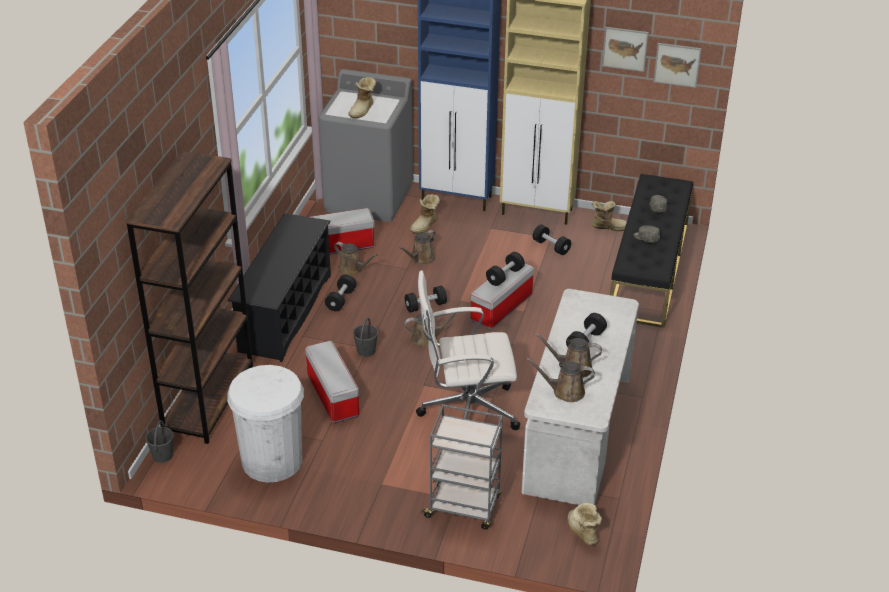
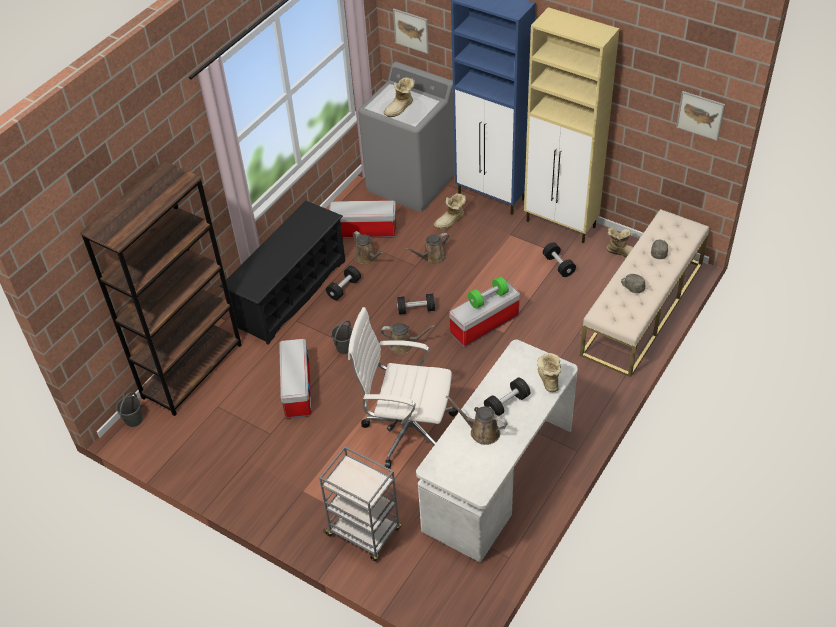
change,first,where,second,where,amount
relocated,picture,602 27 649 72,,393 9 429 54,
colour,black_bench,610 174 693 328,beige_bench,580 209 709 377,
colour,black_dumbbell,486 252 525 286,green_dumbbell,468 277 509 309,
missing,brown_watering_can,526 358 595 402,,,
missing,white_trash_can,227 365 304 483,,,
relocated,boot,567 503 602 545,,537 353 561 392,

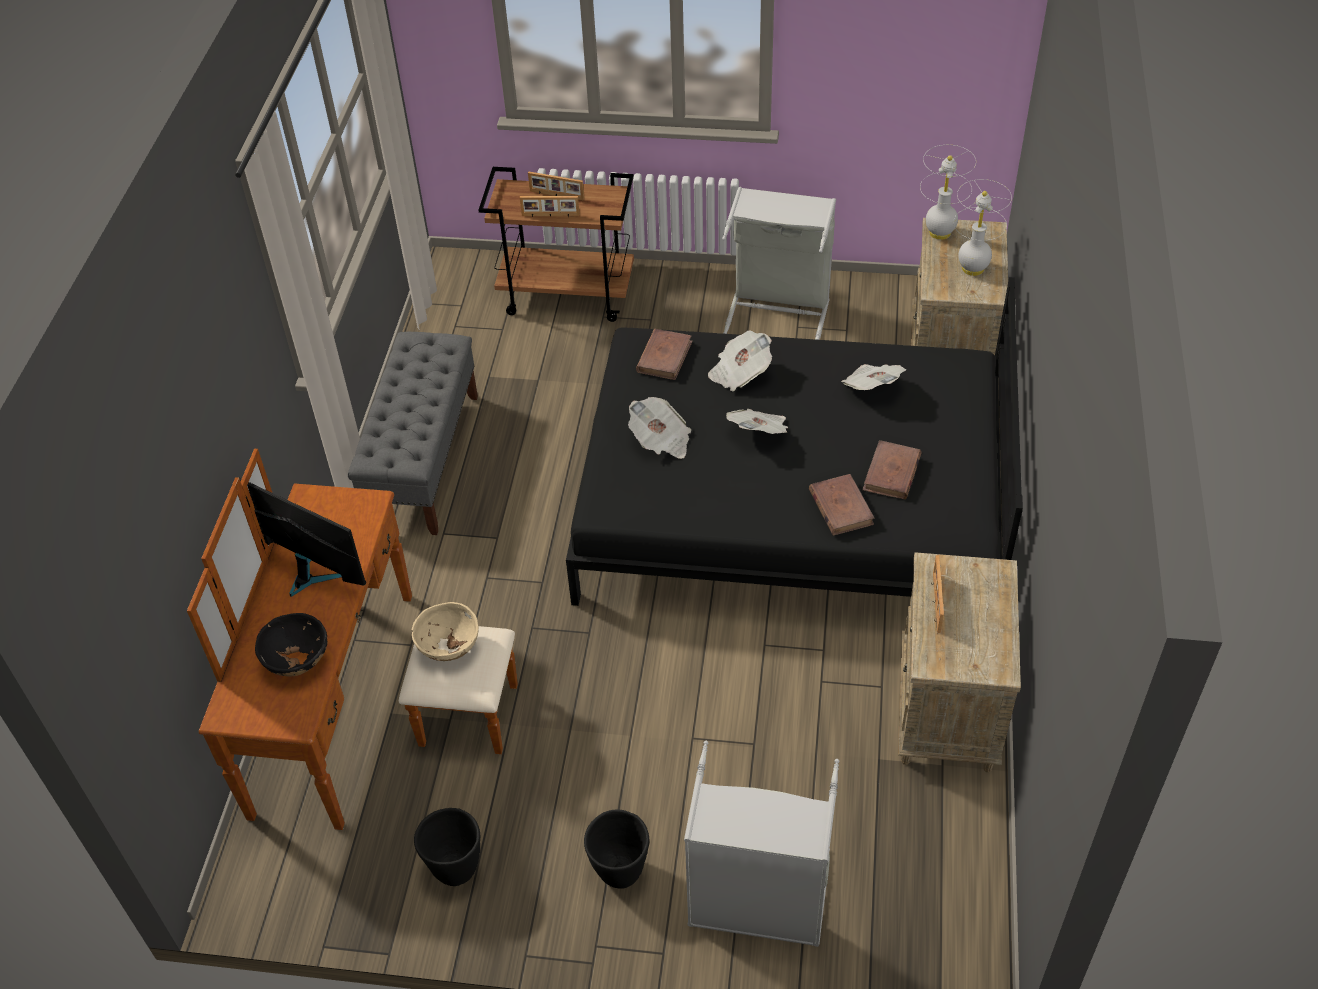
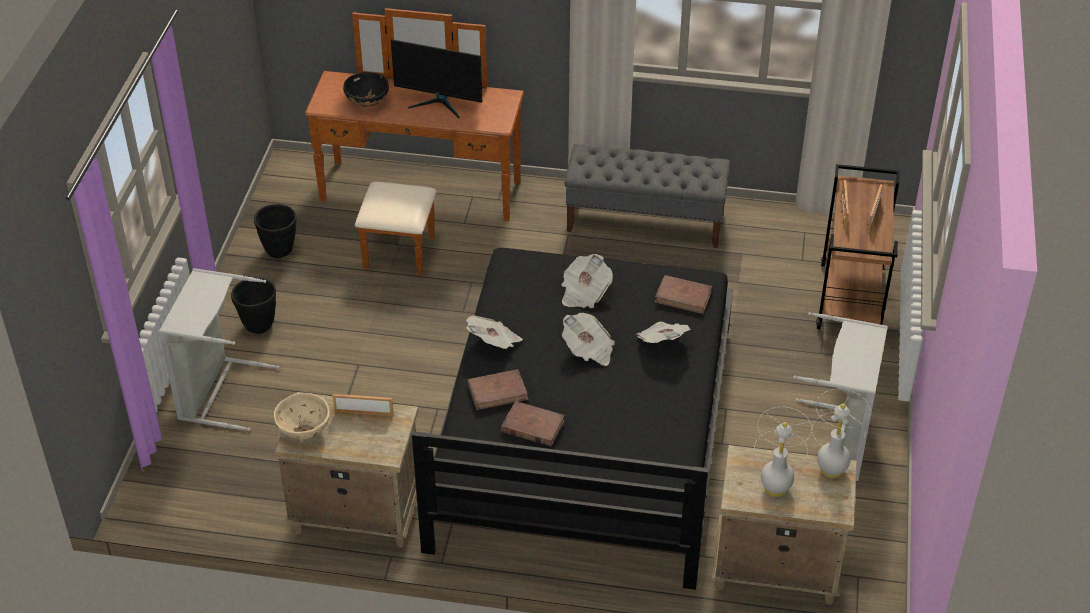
change,first,where,second,where,amount
relocated,newspaper,841 364 906 390,,466 315 523 349,
spun,monitor,238 477 366 597,,391 39 482 118,75 degrees clockwise
relocated,beige_bowl,411 602 479 661,,274 393 330 439,

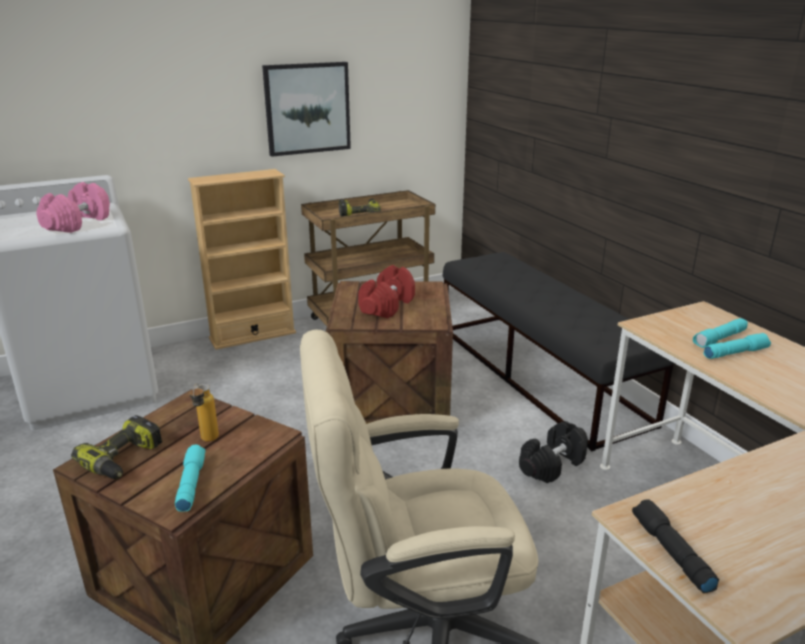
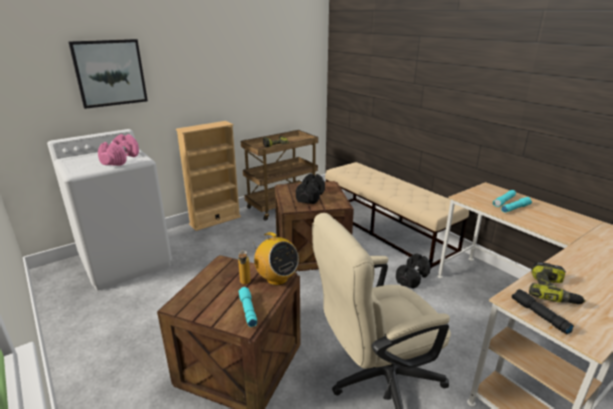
change,first,where,second,where,amount
relocated,picture,262 62 351 157,,68 39 148 109,
colour,black_bench,443 252 674 451,beige_bench,325 162 469 268,
colour,red_dumbbell,358 265 415 318,black_dumbbell,296 173 325 204,
relocated,power_drill,71 415 162 479,,529 262 586 304,
appeared,,,radio,253 232 299 286,

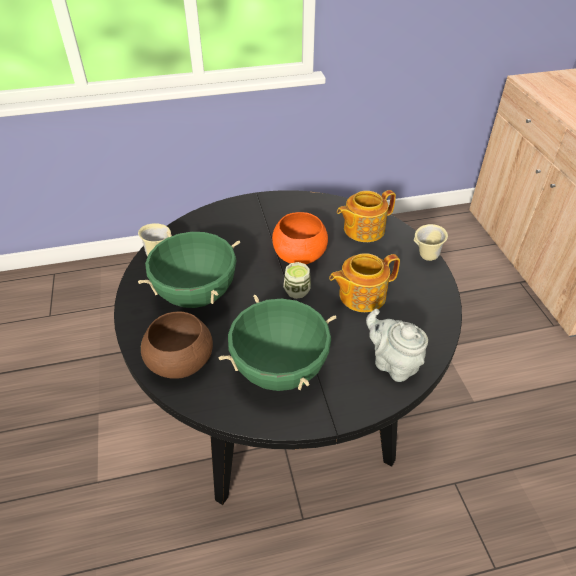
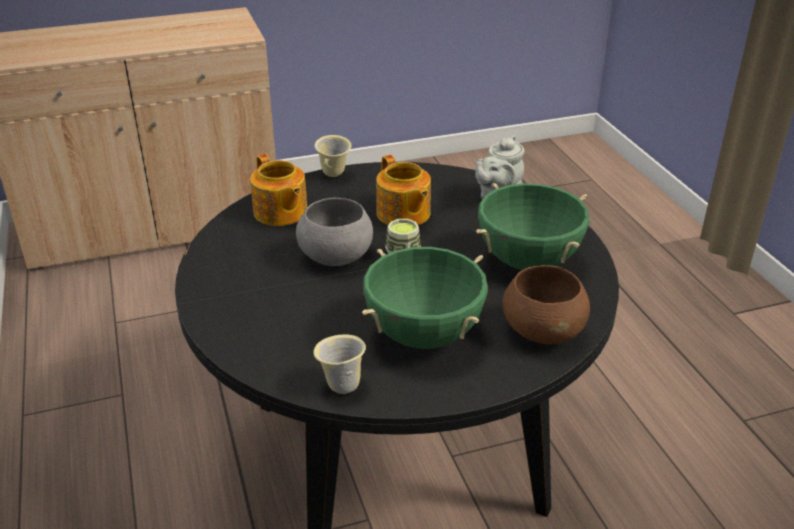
change,first,where,second,where,amount
colour,orange_bowl,272 212 328 264,grey_bowl,296 198 373 266,

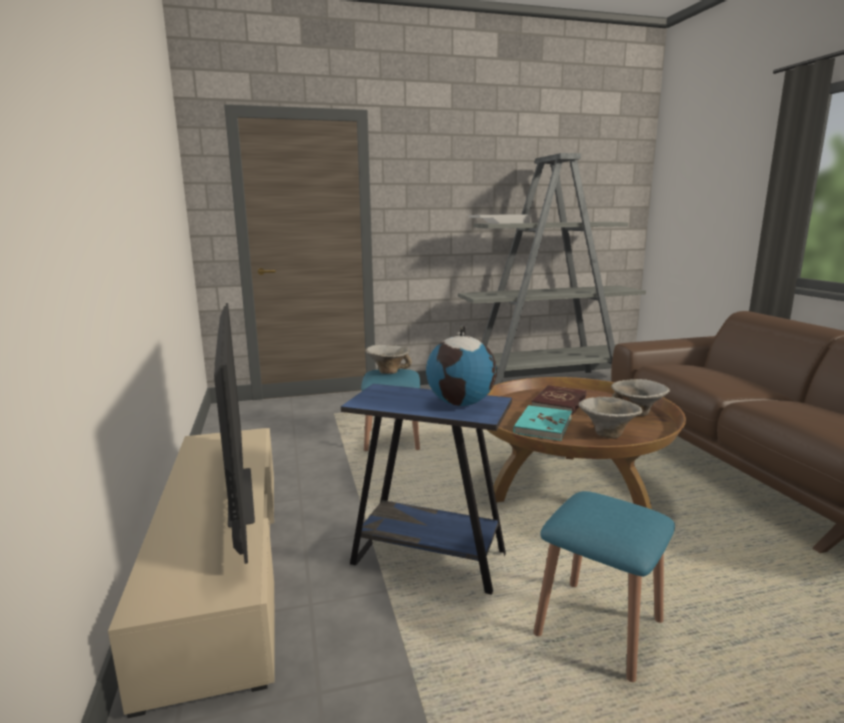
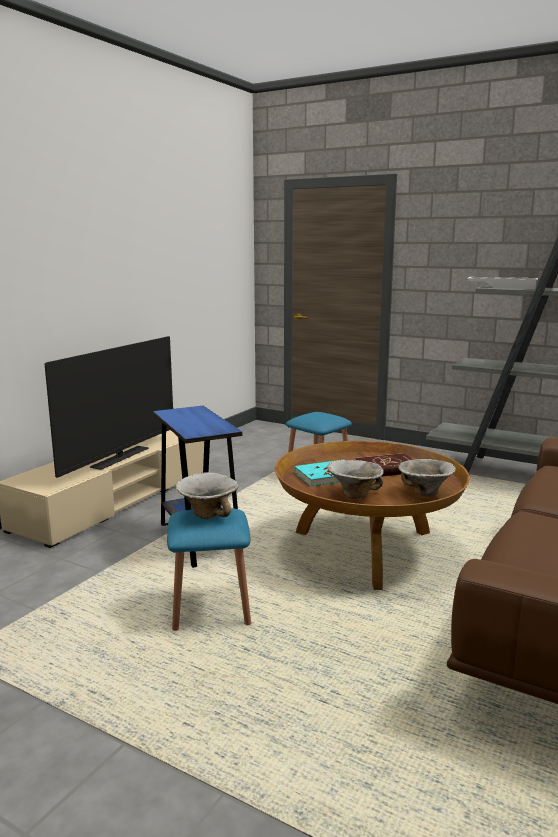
change,first,where,second,where,amount
missing,globe,426 326 497 406,,,
relocated,bowl,365 345 412 374,,175 472 239 519,

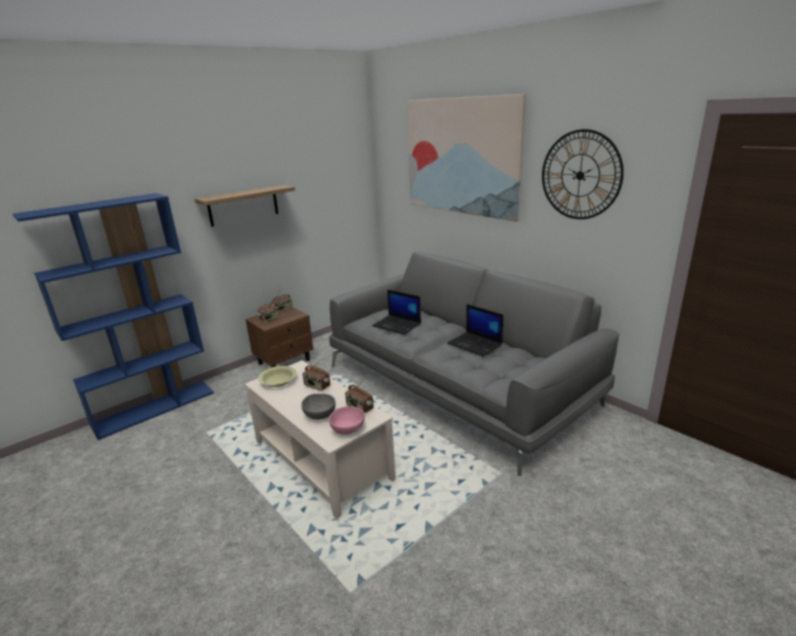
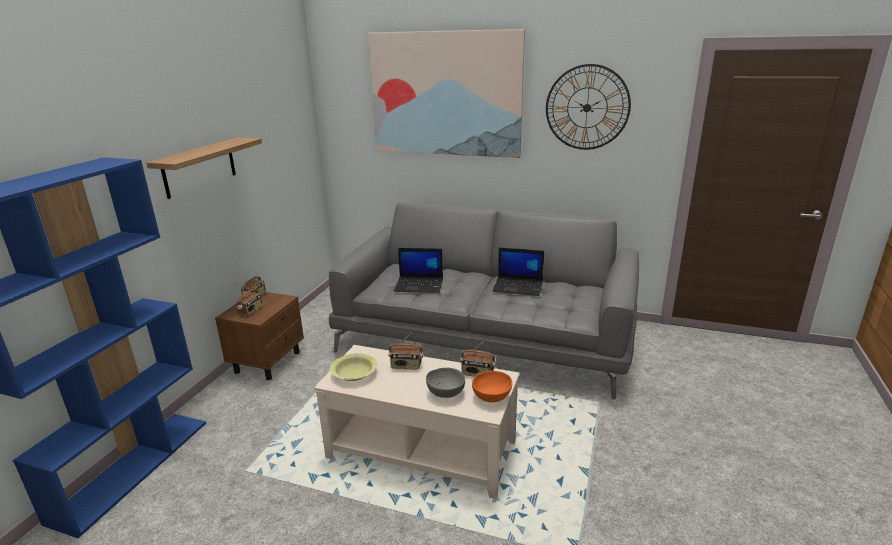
change,first,where,second,where,amount
colour,pink_bowl,329 406 365 435,orange_bowl,472 371 512 402,

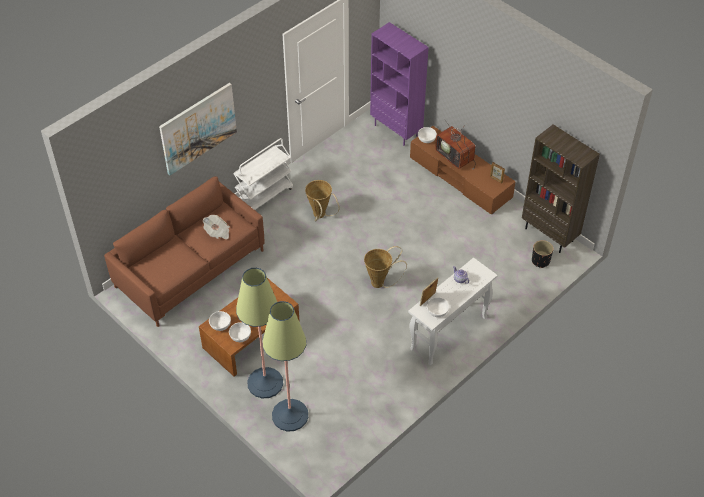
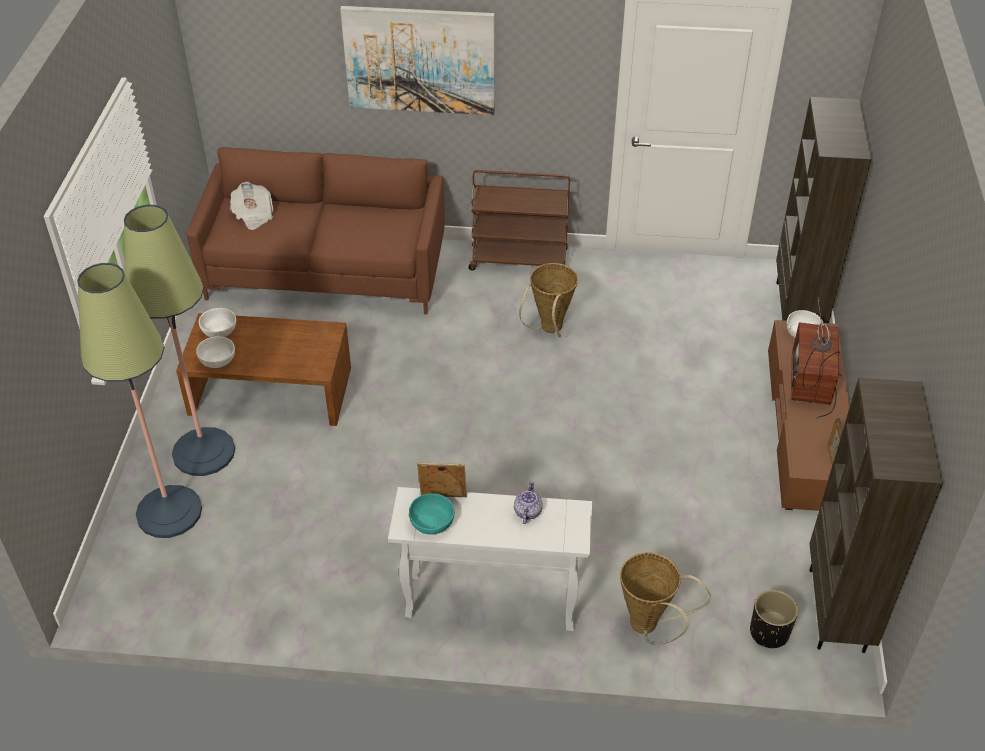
change,first,where,second,where,amount
colour,purple_bookcase,370 22 429 146,brown_bookcase,776 97 872 323,
colour,white_cart,233 138 293 210,brown_cart,468 170 570 270,
relocated,newspaper,203 215 230 239,,230 182 273 230,
relocated,basket,364 246 407 288,,620 552 711 645,
colour,white_bowl,427 297 449 317,turquoise_bowl,409 493 455 535,

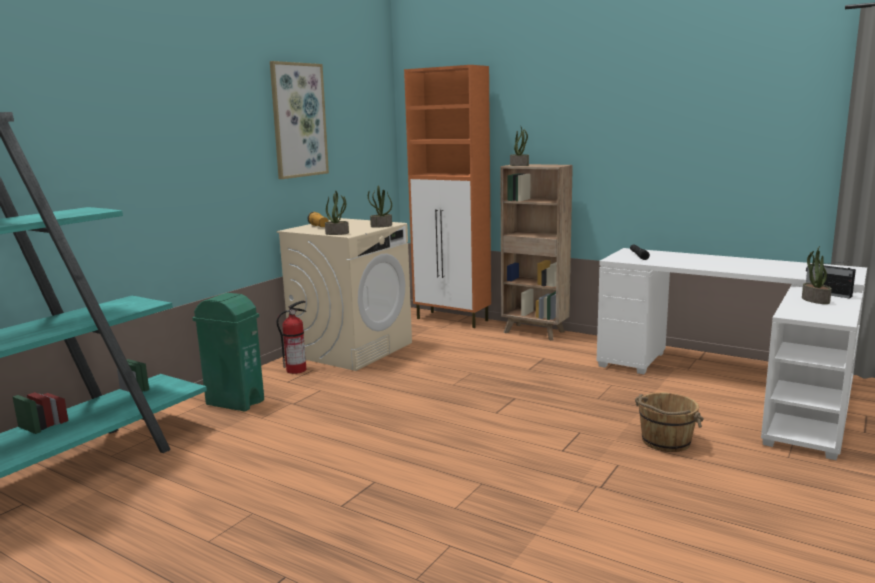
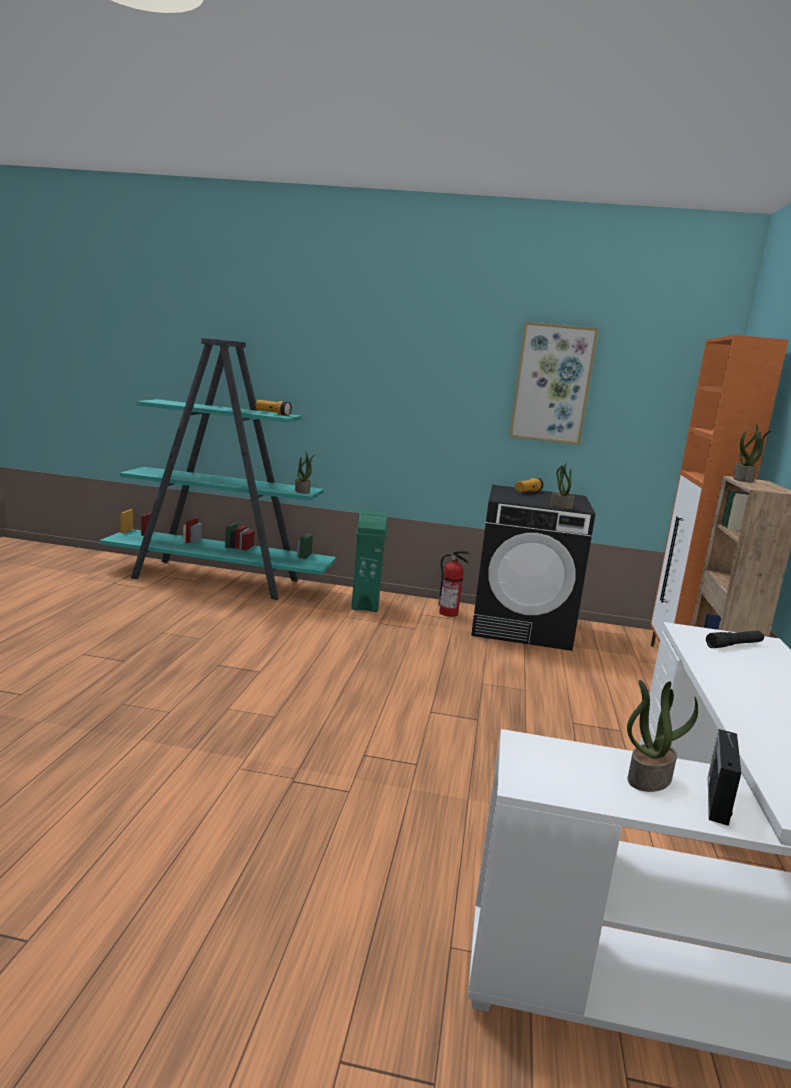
change,first,where,second,where,amount
relocated,potted_plant,325 191 349 235,,295 452 314 494,
colour,beige_washing_machine,277 218 412 371,black_washing_machine,471 485 595 651,
missing,brown_bucket,635 392 704 452,,,
appeared,,,flashlight,256 400 292 416,

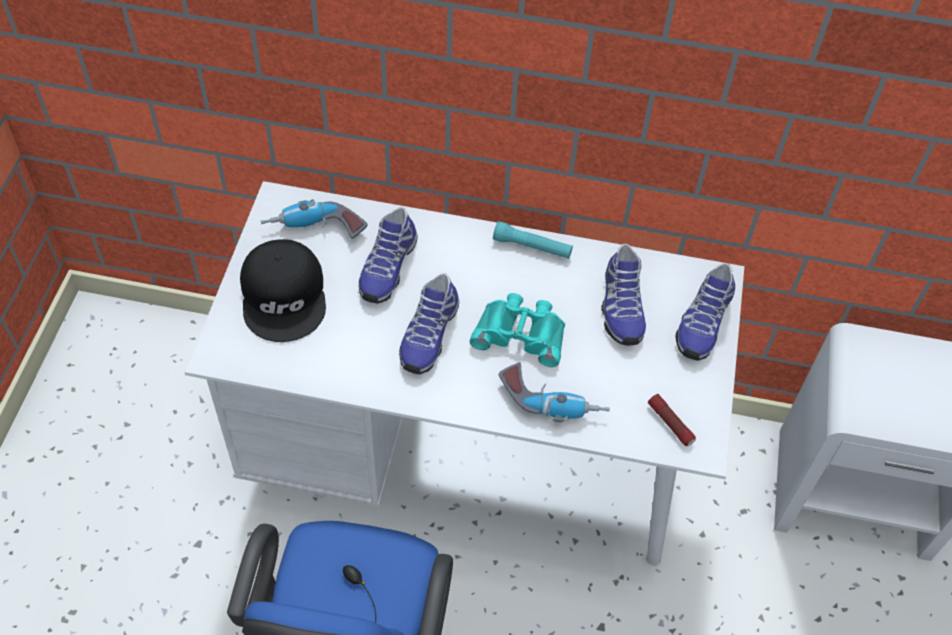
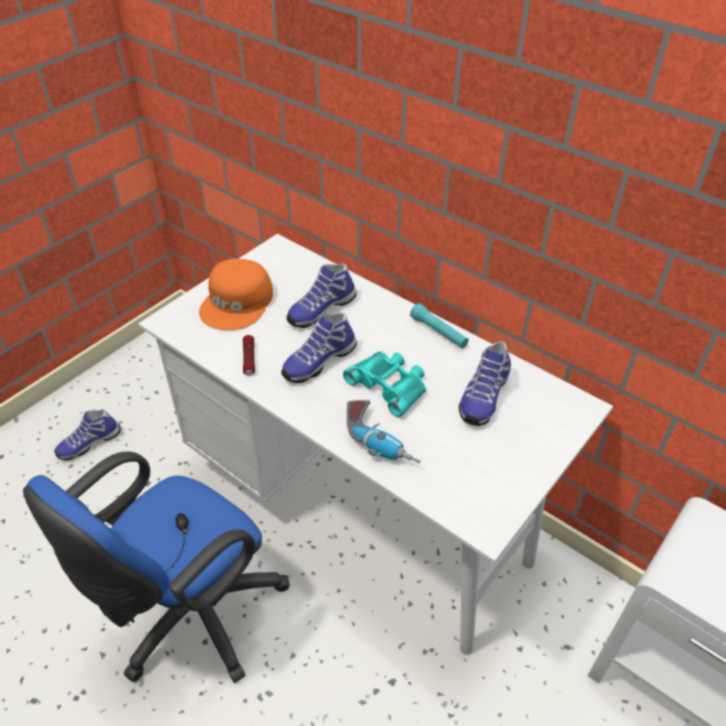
change,first,where,second,where,amount
missing,power_drill,261 199 368 239,,,
colour,black_cap,240 239 326 342,orange_cap,199 259 273 330,
relocated,shoe,675 263 735 360,,54 410 121 460,
relocated,flashlight,648 394 696 446,,243 335 255 376,

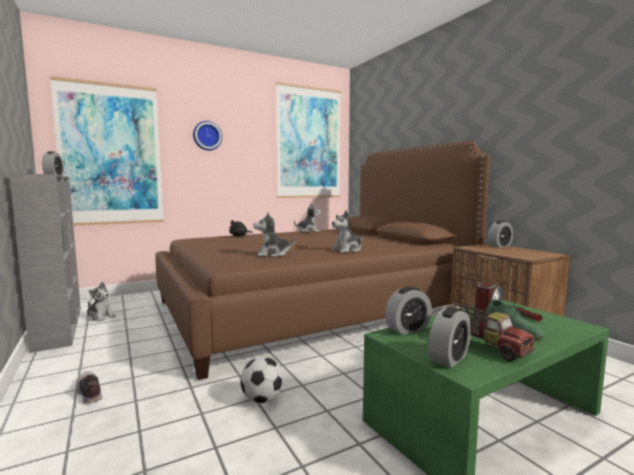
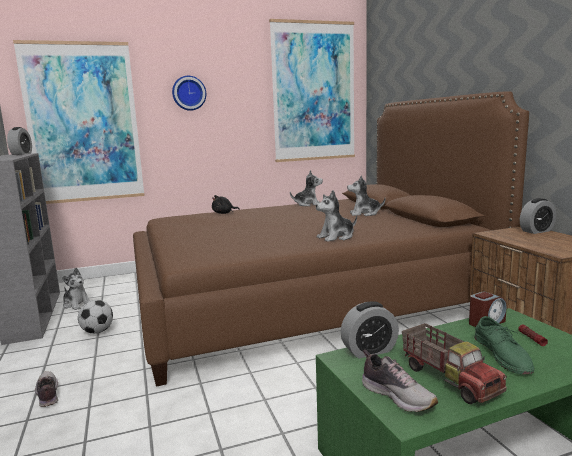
change,first,where,second,where,amount
relocated,plush_toy,253 212 295 257,,347 175 385 216,
exchanged,alarm_clock,429 307 471 368,shoe,362 349 438 412,
relocated,football,240 357 284 403,,78 300 113 334,

